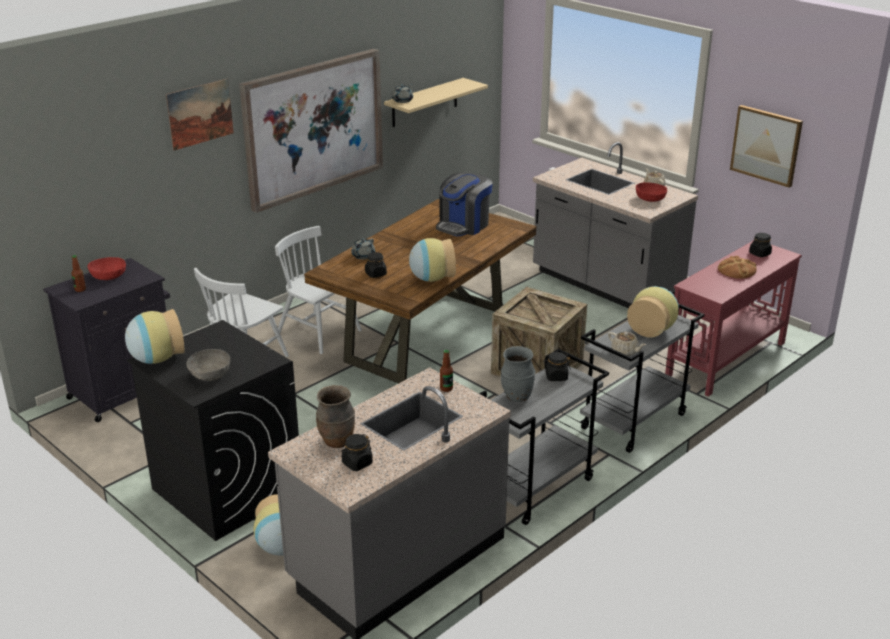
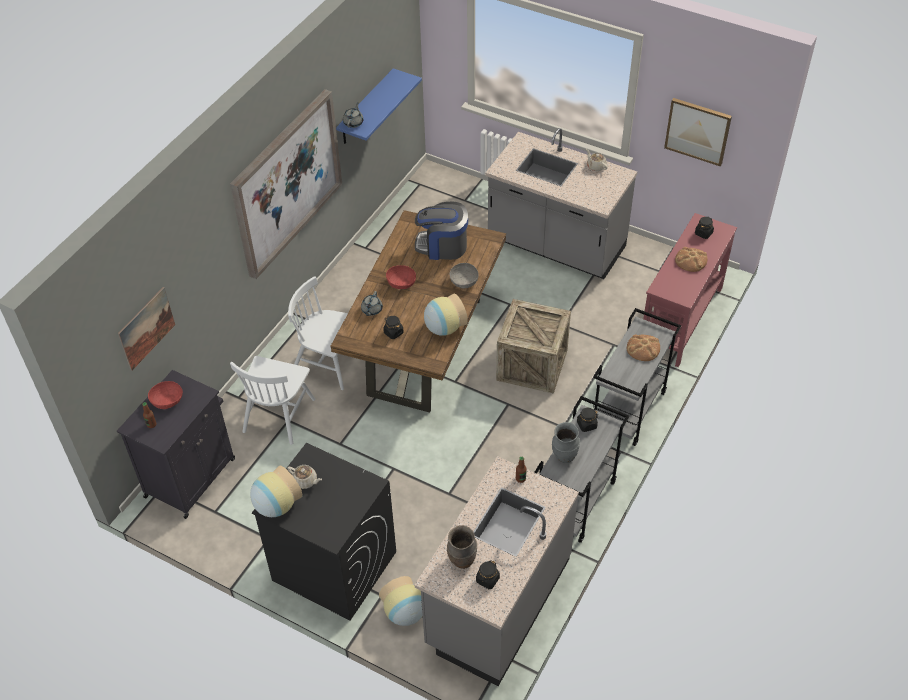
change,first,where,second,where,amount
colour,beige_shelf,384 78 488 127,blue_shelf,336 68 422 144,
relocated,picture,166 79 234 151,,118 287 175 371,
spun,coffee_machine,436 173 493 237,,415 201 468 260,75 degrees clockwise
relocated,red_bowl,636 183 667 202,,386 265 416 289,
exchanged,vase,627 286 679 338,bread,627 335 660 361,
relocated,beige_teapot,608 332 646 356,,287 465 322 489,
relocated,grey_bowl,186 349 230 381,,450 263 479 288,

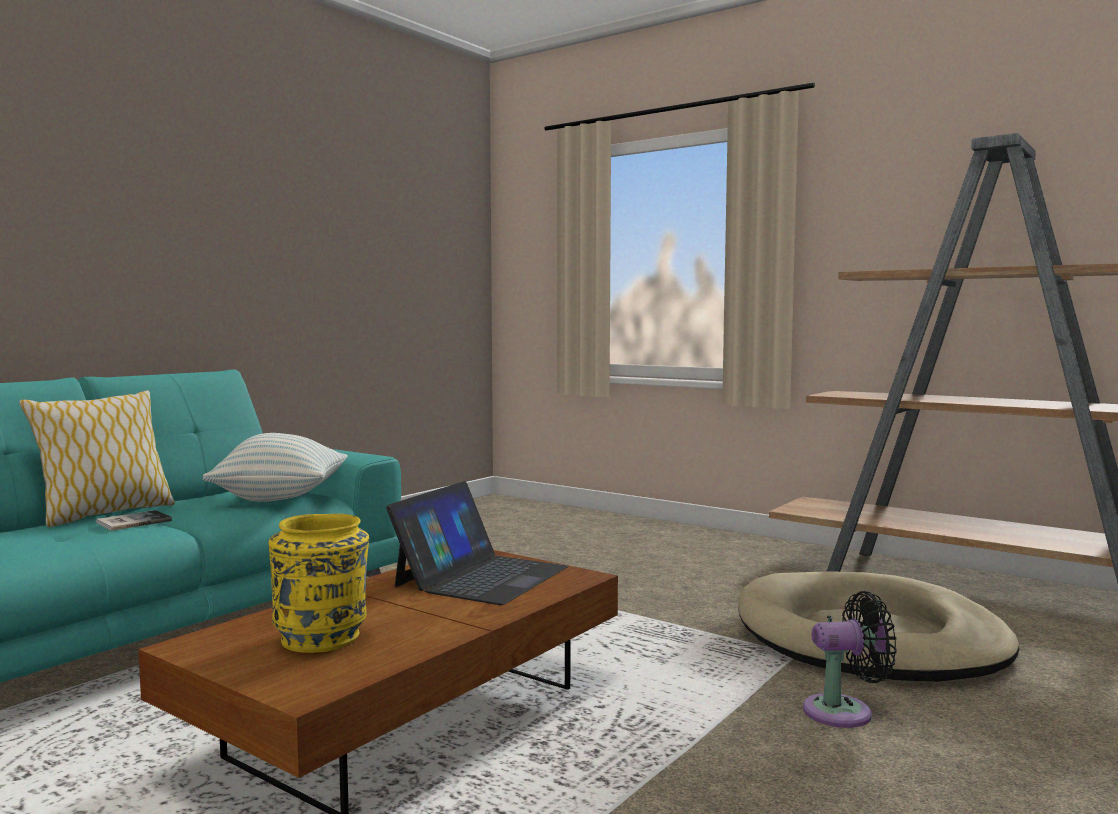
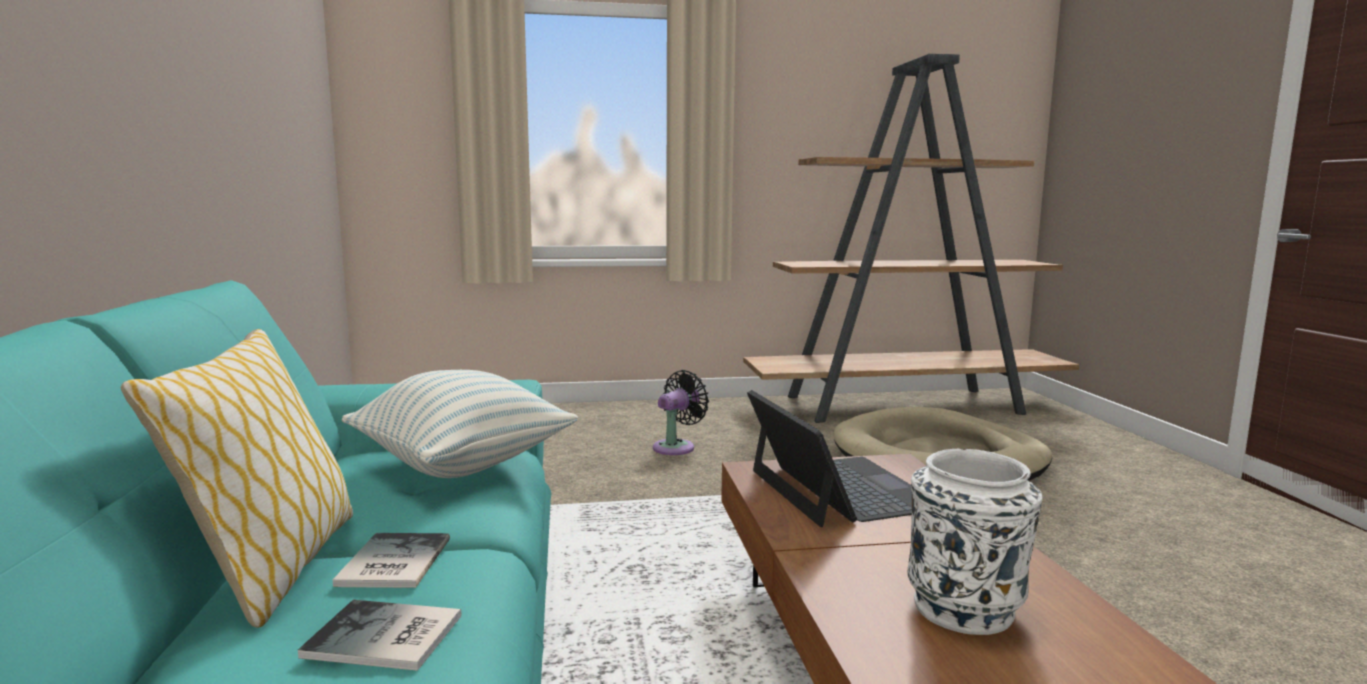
change,first,where,second,where,amount
colour,yellow_vase,269 514 369 653,white_vase,907 449 1042 635,
relocated,black_fan,803 591 897 728,,653 370 709 455,
appeared,,,book,298 600 461 671,

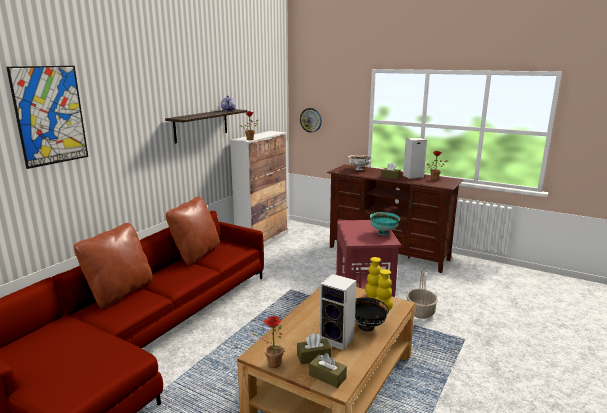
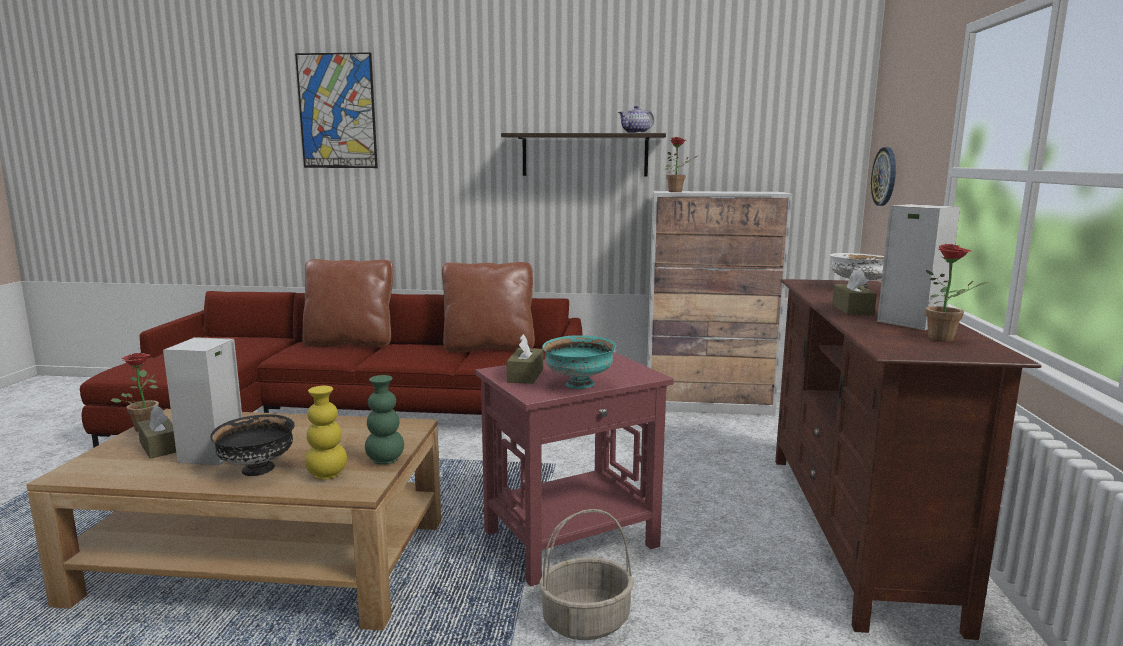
change,first,where,second,where,amount
colour,yellow_vase,365 257 382 298,green_vase,365 375 404 465,
relocated,brown_tissue_box,309 353 347 388,,507 334 543 384,

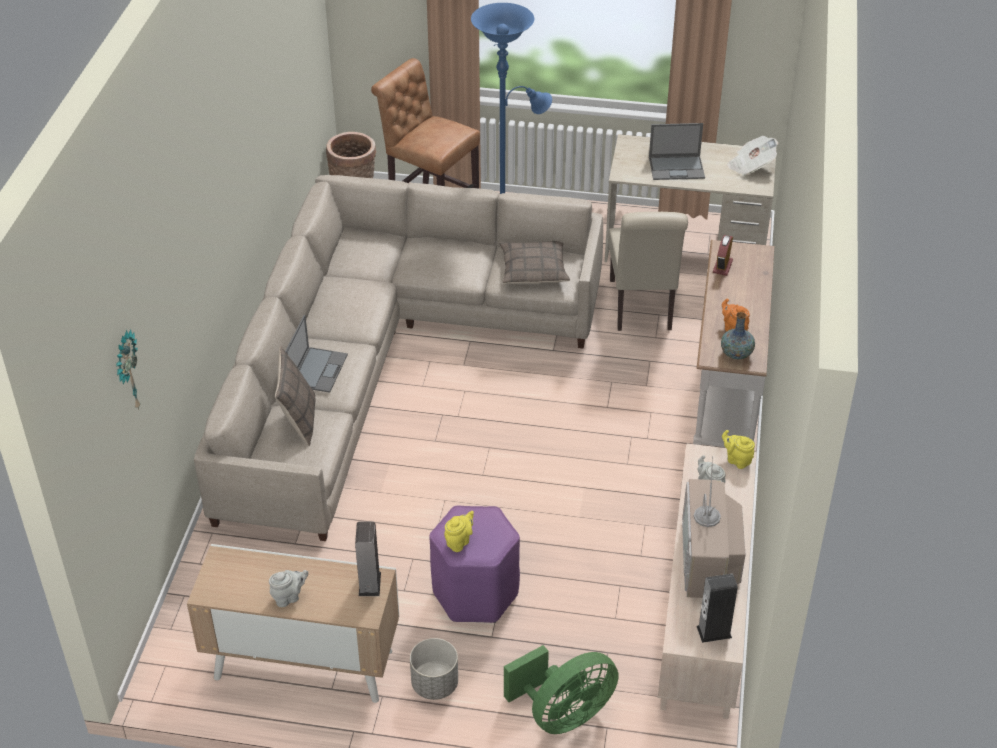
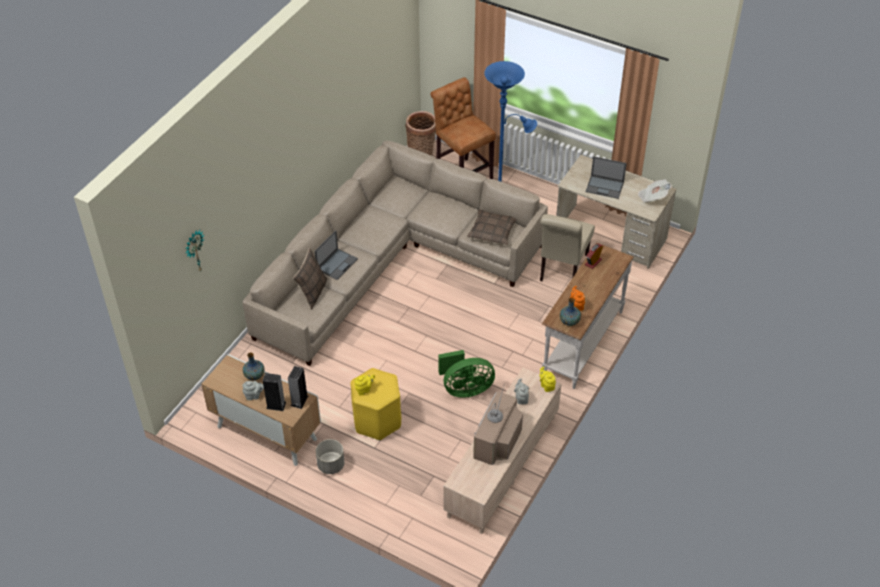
change,first,where,second,where,amount
colour,purple_stool,429 506 520 623,yellow_stool,351 368 401 440,
relocated,speaker,696 574 738 643,,263 373 286 411,
relocated,green_fan,504 645 619 734,,438 350 495 398,
appeared,,,vase,243 353 265 380,

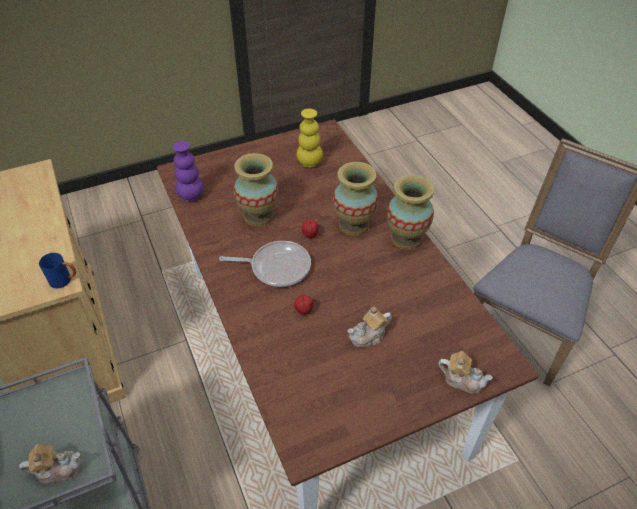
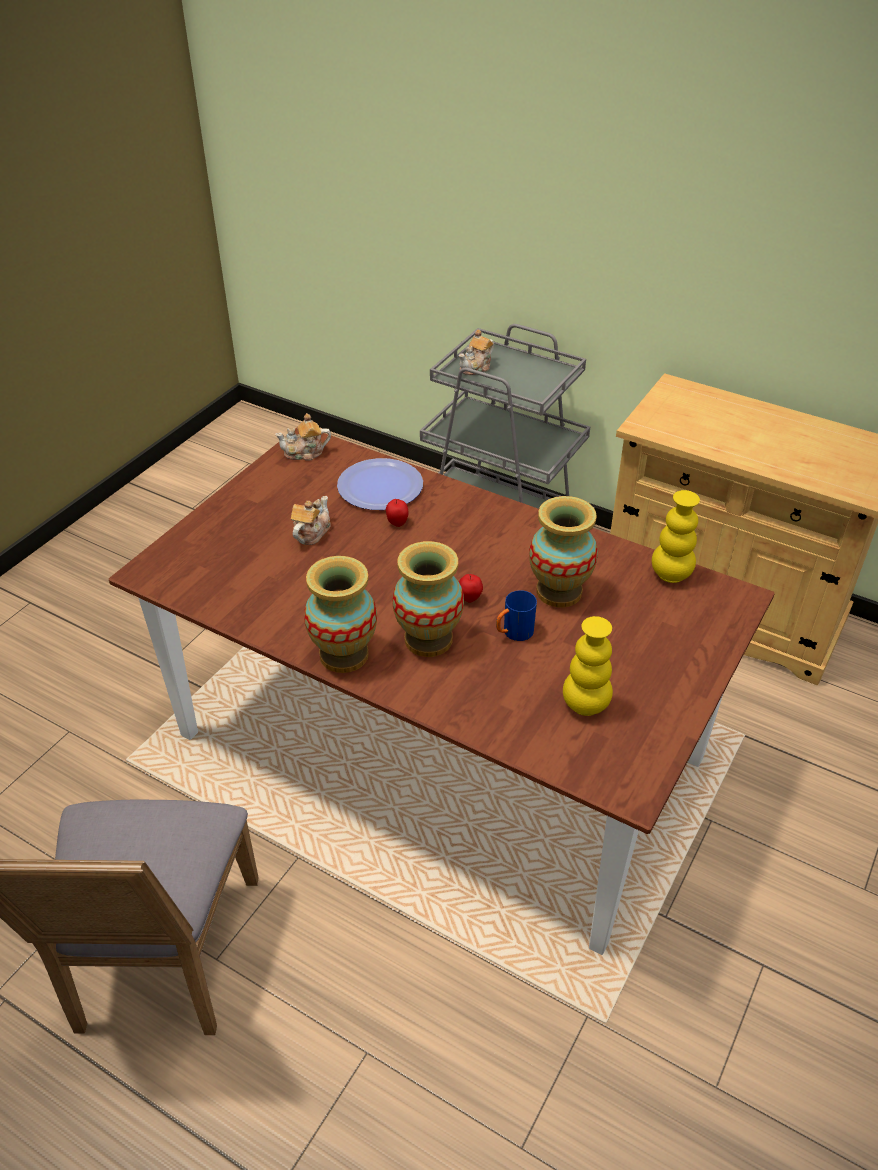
change,first,where,second,where,amount
colour,purple_vase,173 141 204 201,yellow_vase,652 490 700 583,
missing,frying_pan,219 241 311 287,,,
relocated,blue_mug,39 253 76 288,,496 590 537 641,
relocated,teapot,439 351 493 394,,275 413 331 460,
appeared,,,plate,337 458 423 510,

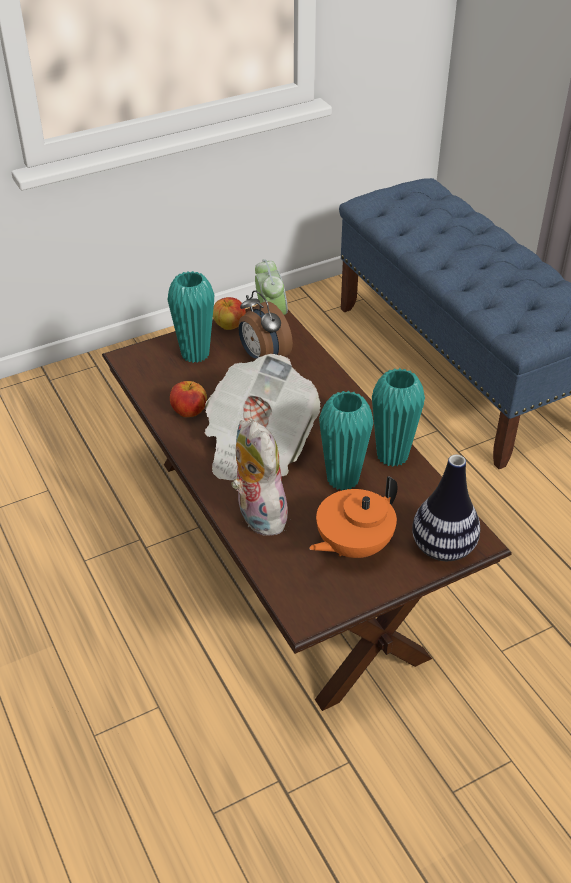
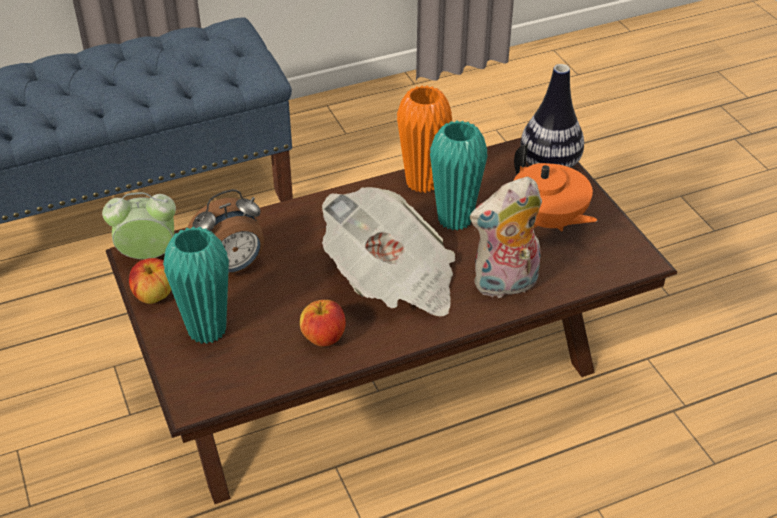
change,first,where,second,where,amount
colour,turquoise_vase,372 368 425 467,orange_vase,397 85 452 193,

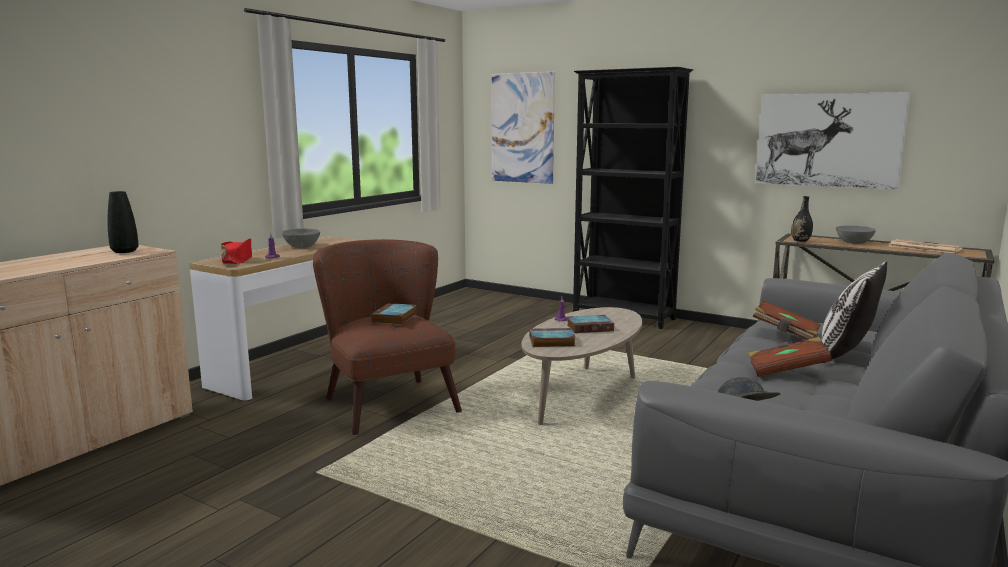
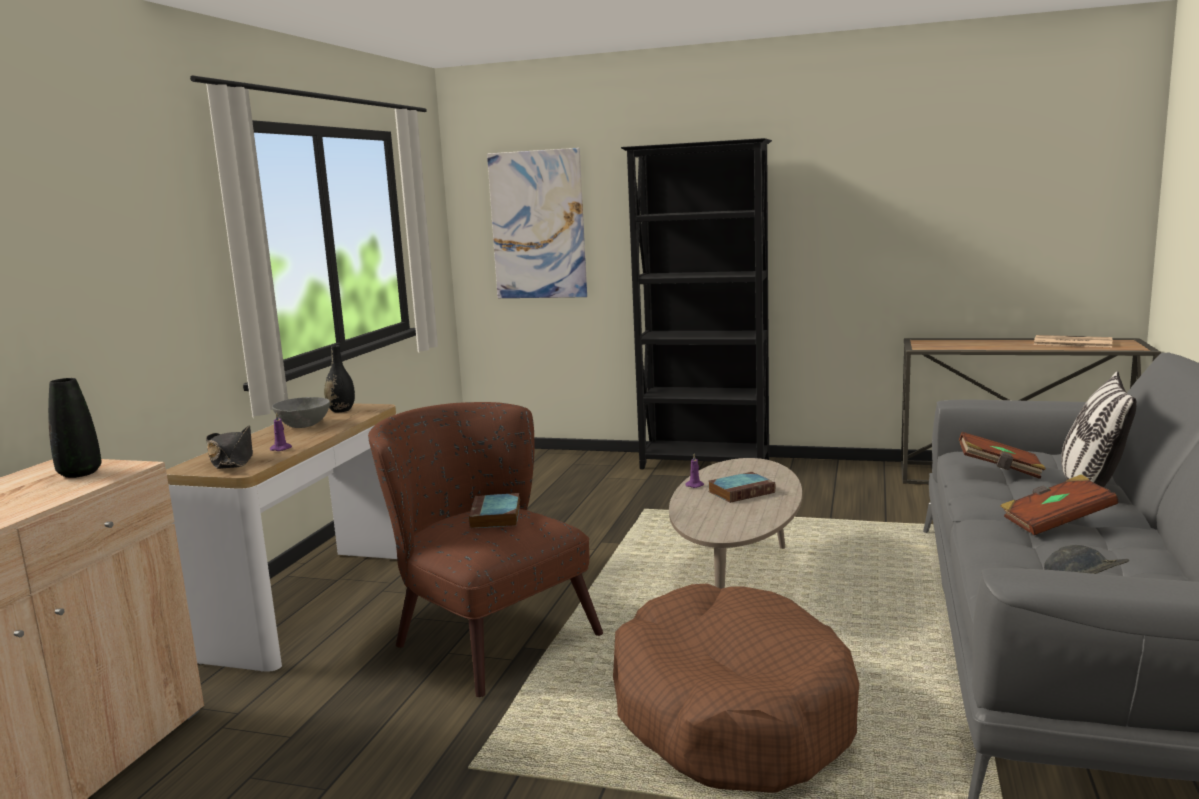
change,first,where,second,where,amount
missing,picture,756 92 911 190,,,
relocated,black_vase,791 196 813 242,,324 345 355 412,
missing,grey_bowl,836 226 876 244,,,
colour,red_hat,221 238 252 264,black_hat,206 425 253 469,
missing,book,529 328 576 347,,,
appeared,,,brown_dog_bed,613 583 859 793,

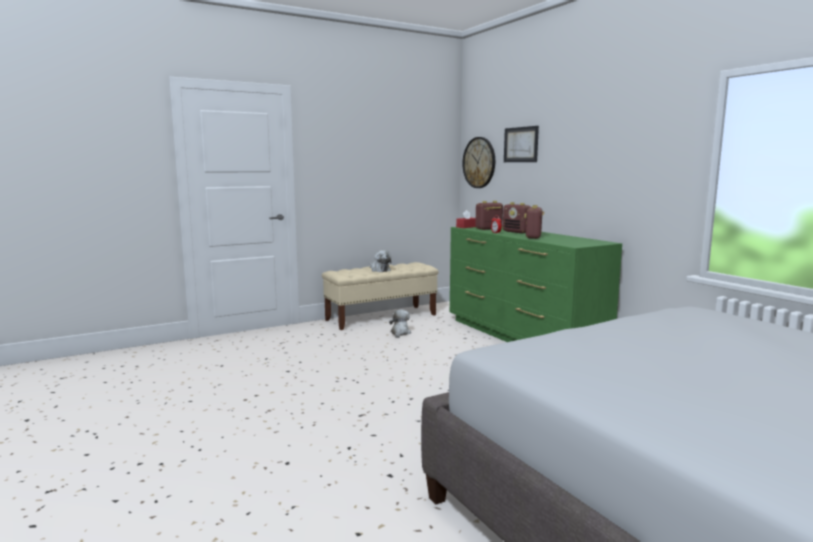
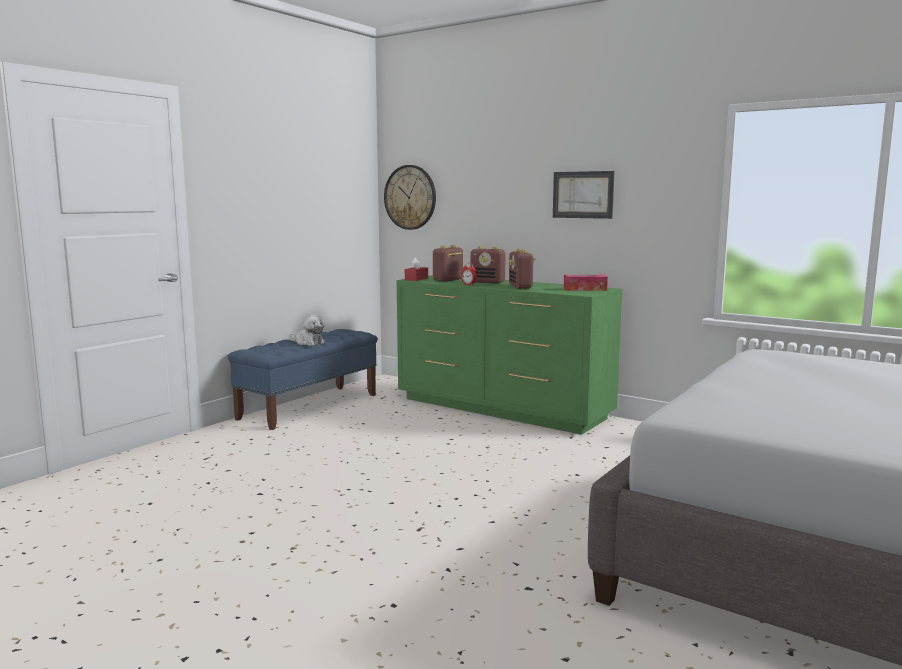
change,first,where,second,where,amount
relocated,picture,504 126 539 162,,553 171 615 219,
colour,beige_bench,322 262 439 330,blue_bench,228 329 378 430,
missing,plush_toy,389 310 411 338,,,
appeared,,,tissue_box,564 274 608 291,

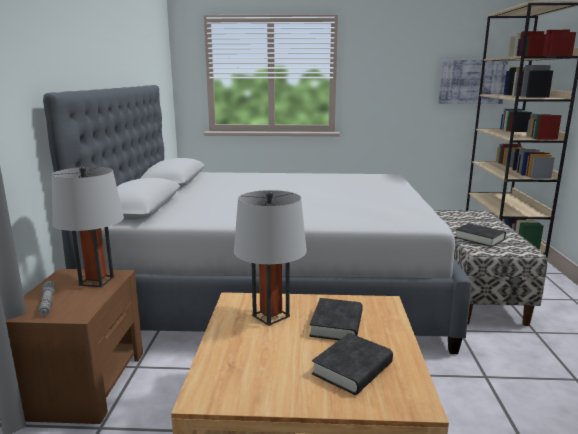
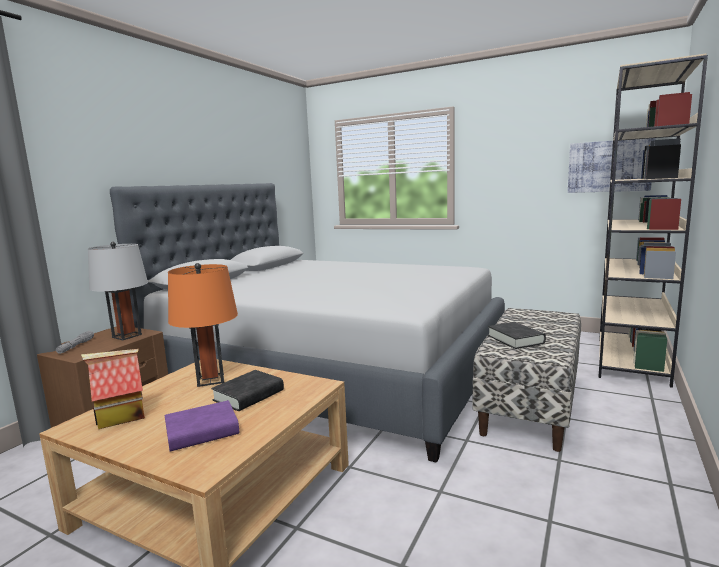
change,first,where,second,where,amount
colour,grey_table_lamp,234 190 307 326,orange_table_lamp,168 263 238 387,
colour,black_book,312 333 393 395,purple_book,164 400 239 452,
appeared,,,toy_house,81 349 145 429,

